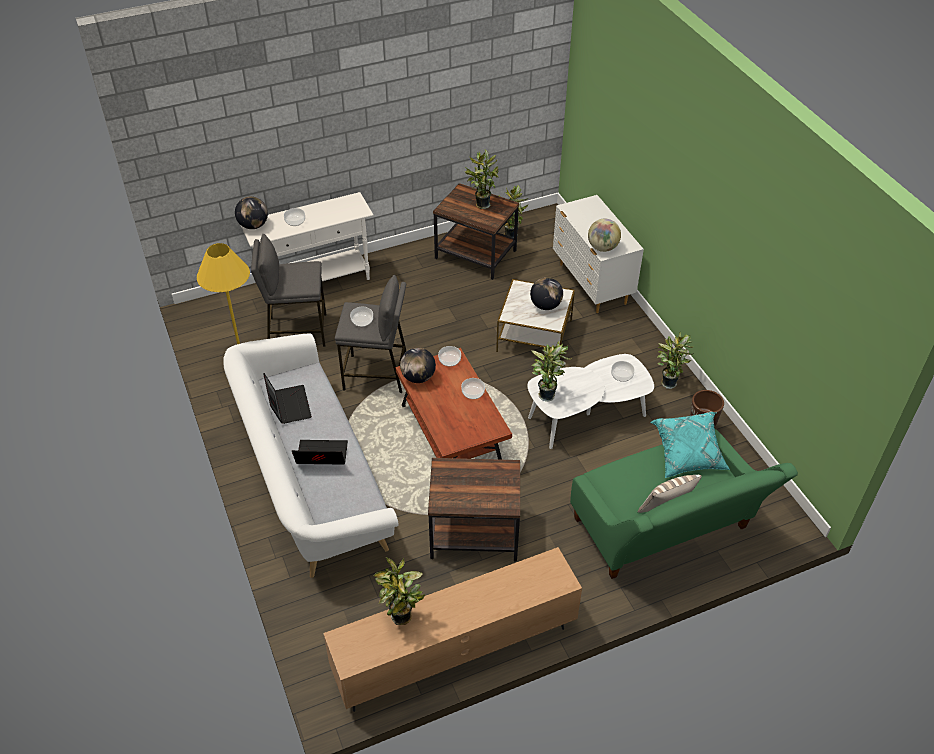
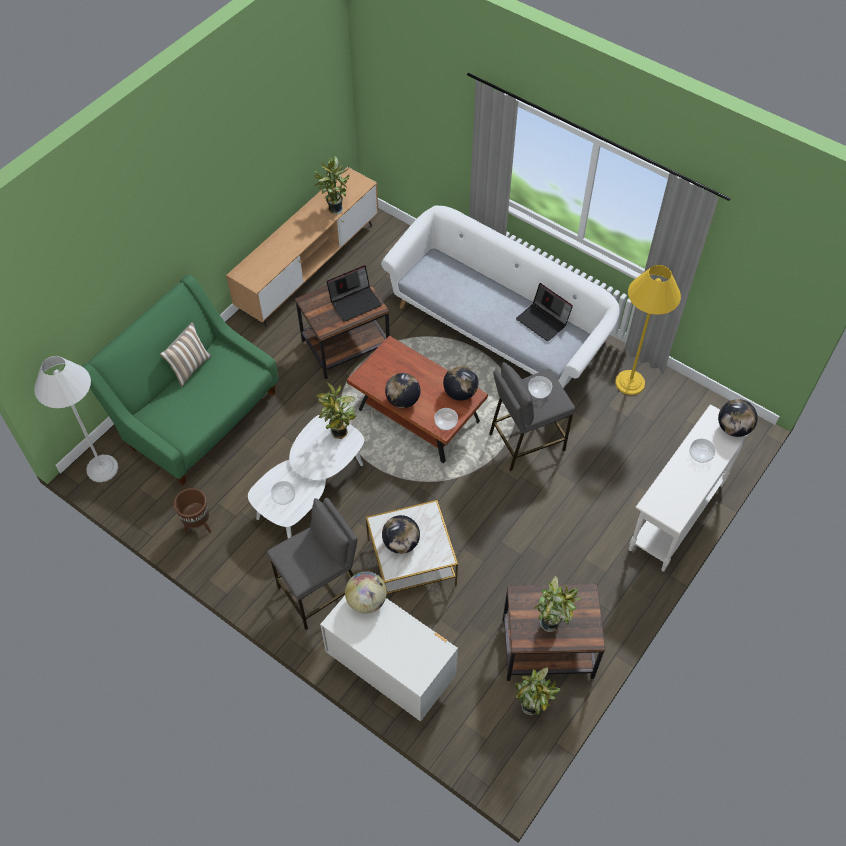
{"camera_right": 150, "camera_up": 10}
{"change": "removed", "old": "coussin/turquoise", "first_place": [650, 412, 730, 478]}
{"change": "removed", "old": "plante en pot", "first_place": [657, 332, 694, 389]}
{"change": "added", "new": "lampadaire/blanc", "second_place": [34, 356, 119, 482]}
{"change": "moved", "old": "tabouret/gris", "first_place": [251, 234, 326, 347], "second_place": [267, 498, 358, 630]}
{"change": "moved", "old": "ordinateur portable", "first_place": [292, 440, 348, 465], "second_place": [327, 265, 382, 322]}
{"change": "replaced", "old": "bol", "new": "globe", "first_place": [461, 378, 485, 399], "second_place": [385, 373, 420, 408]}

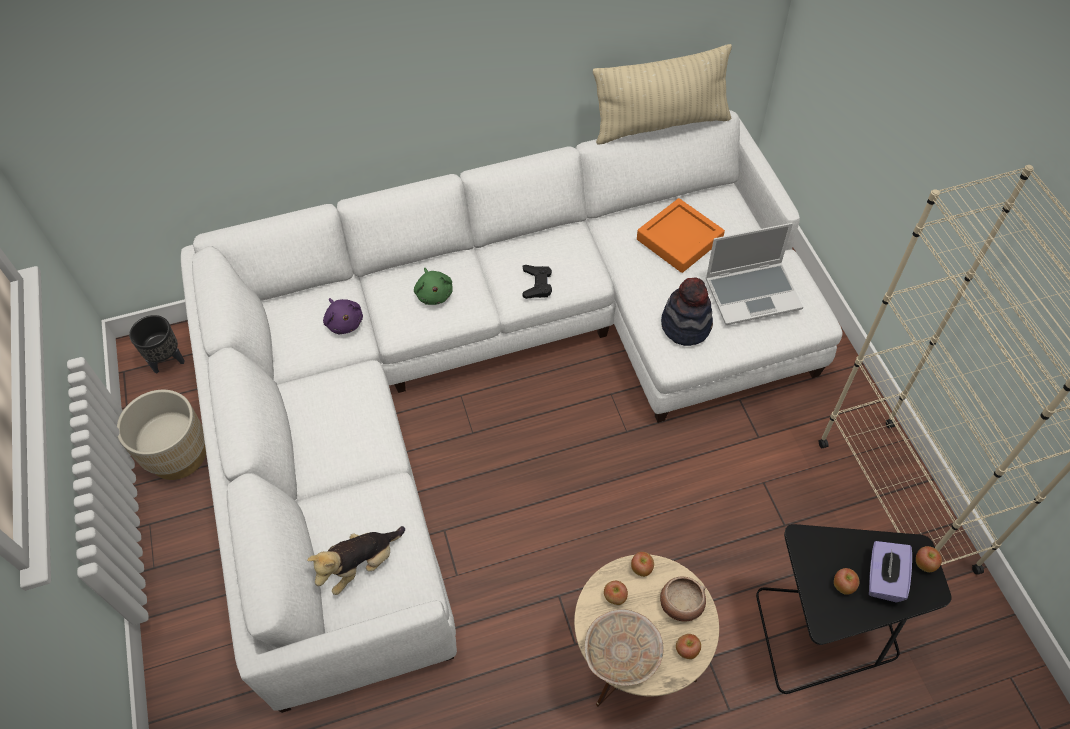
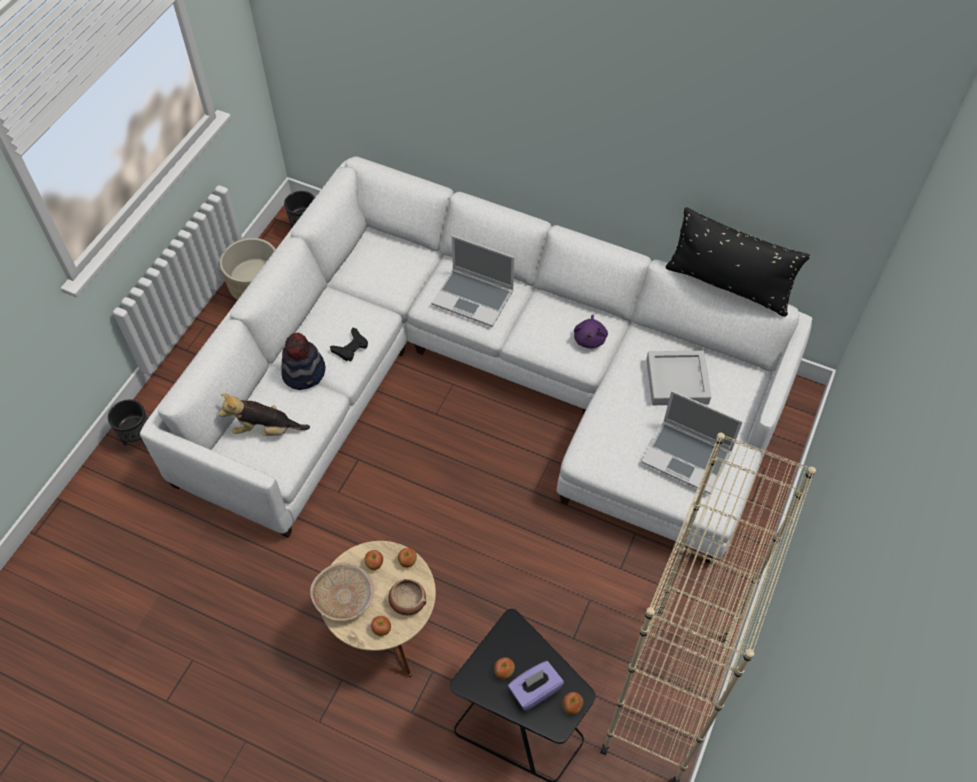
{"camera_right": 40, "camera_up": 0}
{"change": "added", "new": "cache-pot/noir", "second_place": [108, 400, 148, 448]}
{"change": "moved", "old": "peluche/violet", "first_place": [323, 298, 363, 334], "second_place": [574, 314, 608, 349]}
{"change": "moved", "old": "manette/noir", "first_place": [523, 265, 552, 299], "second_place": [330, 328, 368, 361]}
{"change": "moved", "old": "chapeau", "first_place": [661, 278, 713, 346], "second_place": [281, 333, 326, 390]}
{"change": "replaced", "old": "peluche/vert", "new": "ordinateur portable", "first_place": [414, 268, 453, 305], "second_place": [432, 235, 514, 327]}
{"change": "recoloured", "old": "coussin/beige", "new": "coussin/noir", "first_place": [593, 44, 732, 145], "second_place": [666, 207, 810, 317]}
{"change": "recoloured", "old": "plateau/orange", "new": "plateau/gris", "first_place": [637, 198, 725, 273], "second_place": [646, 351, 711, 405]}

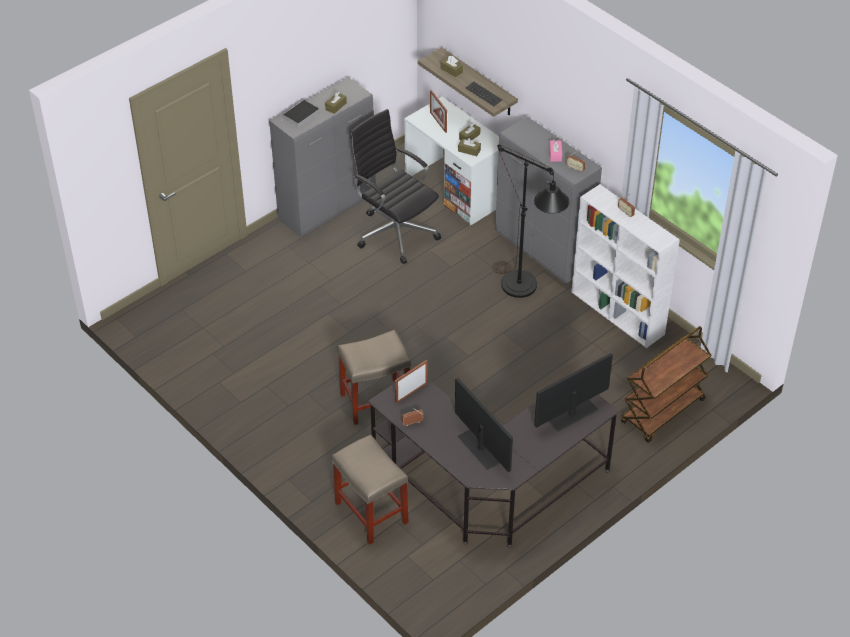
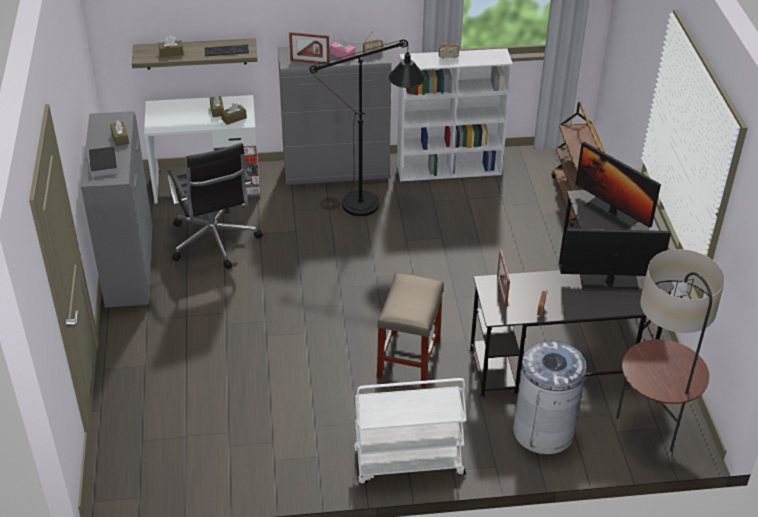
{"camera_right": -55, "camera_up": -5}
{"change": "added", "new": "chariot/blanc", "second_place": [354, 378, 467, 485]}
{"change": "added", "new": "lampadaire", "second_place": [616, 249, 725, 452]}
{"change": "moved", "old": "cadre photo", "first_place": [430, 90, 447, 133], "second_place": [289, 32, 330, 64]}
{"change": "replaced", "old": "tabouret/beige", "new": "poubelle/gris", "first_place": [332, 434, 408, 545], "second_place": [513, 341, 587, 454]}
{"change": "turned", "old": "chaise de bureau/noir", "first_place": [350, 109, 441, 264], "second_place": [167, 143, 263, 269], "degrees": -105}
{"change": "turned", "old": "écran d'ordinateur", "first_place": [534, 353, 613, 432], "second_place": [575, 142, 661, 230], "degrees": -45}

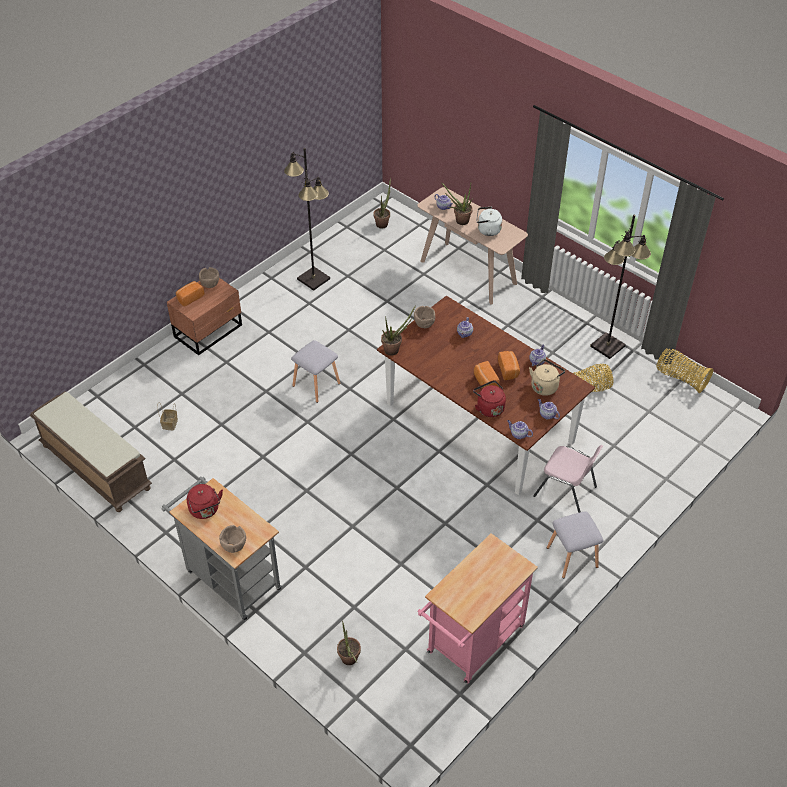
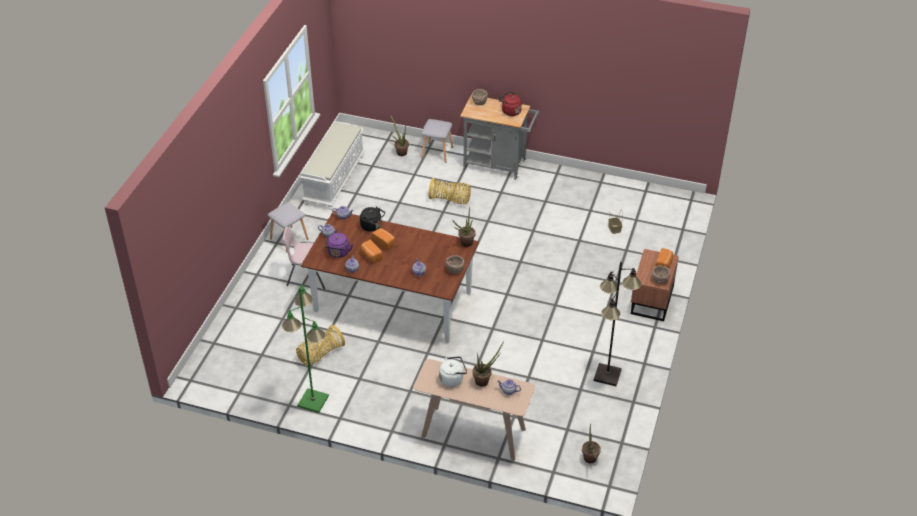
{"camera_right": 155, "camera_up": -5}
{"change": "removed", "old": "banc/marron", "first_place": [30, 391, 152, 512]}
{"change": "moved", "old": "tabouret/gris", "first_place": [291, 340, 340, 403], "second_place": [421, 119, 453, 162]}
{"change": "moved", "old": "panier", "first_place": [656, 348, 713, 393], "second_place": [428, 178, 471, 204]}
{"change": "replaced", "old": "chariot/rose", "new": "banc/blanc", "first_place": [418, 533, 538, 684], "second_place": [300, 121, 365, 210]}
{"change": "recoloured", "old": "bouilloire/rouge", "new": "bouilloire/noir", "first_place": [473, 380, 506, 417], "second_place": [360, 207, 385, 232]}
{"change": "recoloured", "old": "bouilloire/beige", "new": "bouilloire/violet", "first_place": [529, 359, 565, 396], "second_place": [324, 233, 353, 258]}
{"change": "recoloured", "old": "lampadaire/noir", "new": "lampadaire/vert", "first_place": [590, 215, 651, 359], "second_place": [282, 285, 329, 413]}

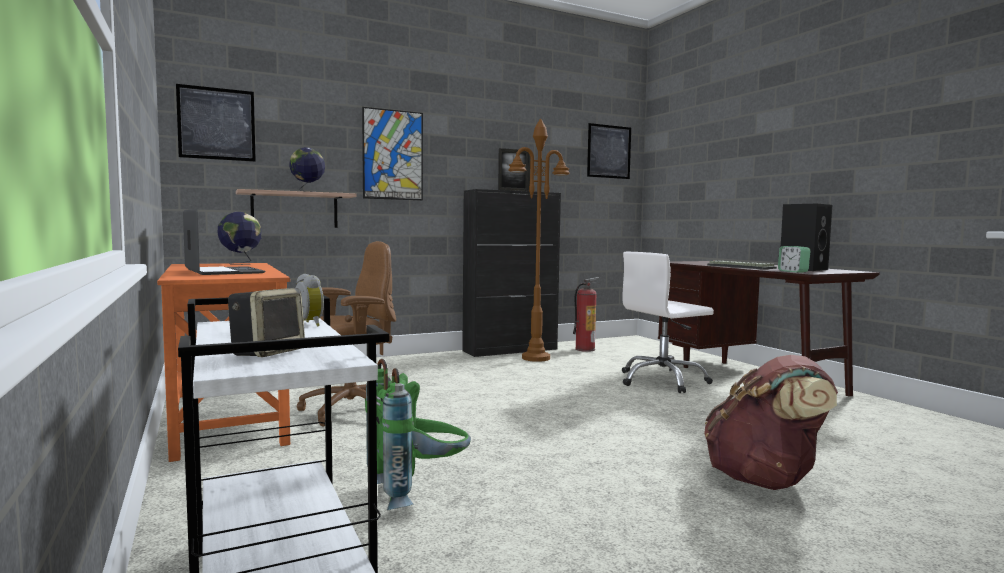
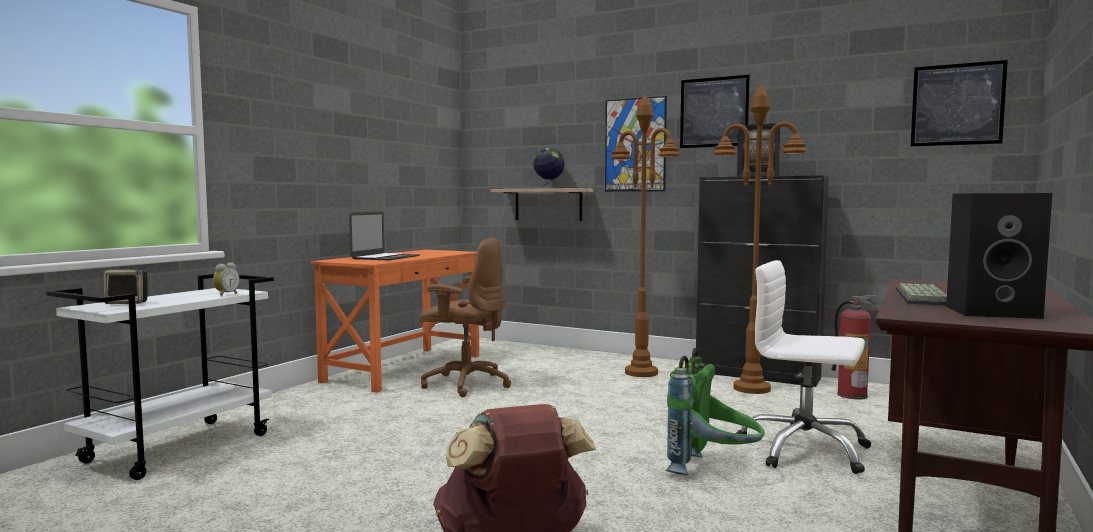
{"camera_right": 55, "camera_up": 0}
{"change": "removed", "old": "globe", "first_place": [218, 212, 262, 265]}
{"change": "removed", "old": "réveil", "first_place": [778, 246, 810, 273]}
{"change": "added", "new": "lampadaire/marron", "second_place": [611, 95, 680, 377]}
{"change": "moved", "old": "tableau", "first_place": [176, 84, 256, 162], "second_place": [680, 75, 750, 148]}
{"change": "moved", "old": "sac à dos/vert", "first_place": [365, 359, 471, 510], "second_place": [666, 348, 765, 475]}

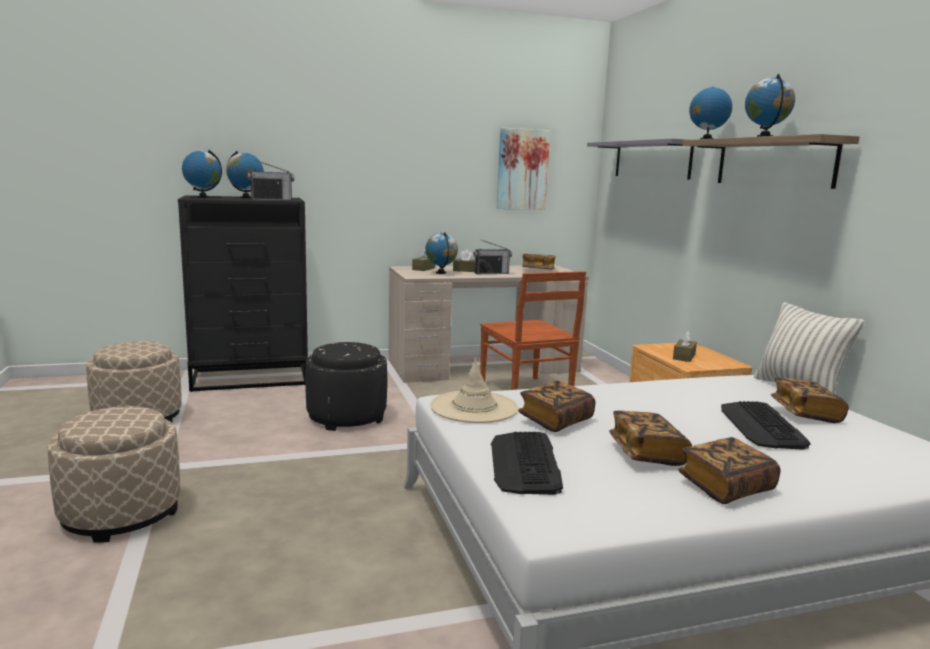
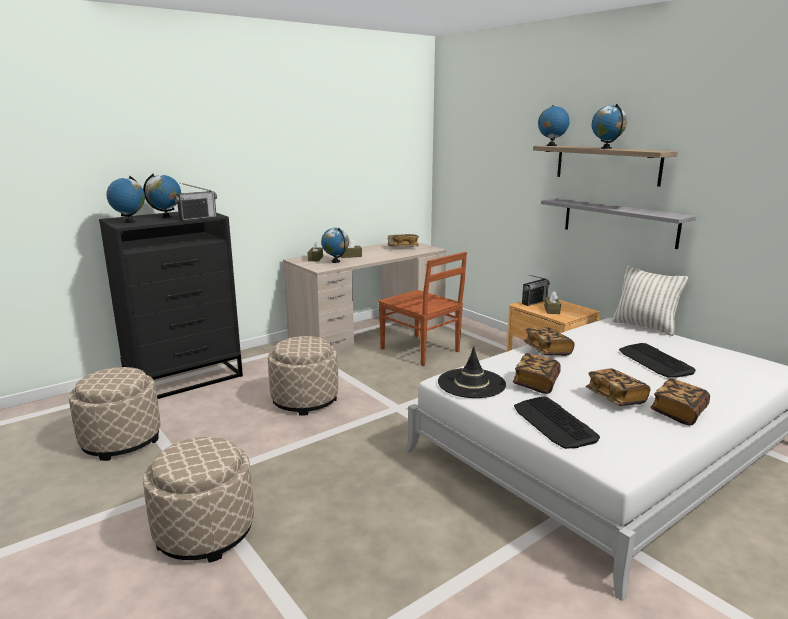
{"camera_right": -20, "camera_up": 5}
{"change": "removed", "old": "tableau", "first_place": [497, 128, 550, 210]}
{"change": "moved", "old": "radio", "first_place": [473, 239, 512, 274], "second_place": [522, 275, 550, 306]}
{"change": "moved", "old": "étagère/gris", "first_place": [587, 138, 694, 179], "second_place": [541, 198, 697, 249]}
{"change": "moved", "old": "livre", "first_place": [771, 378, 849, 423], "second_place": [524, 327, 575, 356]}
{"change": "recoloured", "old": "pouf/noir", "new": "pouf/beige", "first_place": [305, 342, 387, 431], "second_place": [268, 336, 338, 416]}
{"change": "recoloured", "old": "chapeau/beige", "new": "chapeau/noir", "first_place": [430, 356, 519, 423], "second_place": [438, 346, 506, 398]}

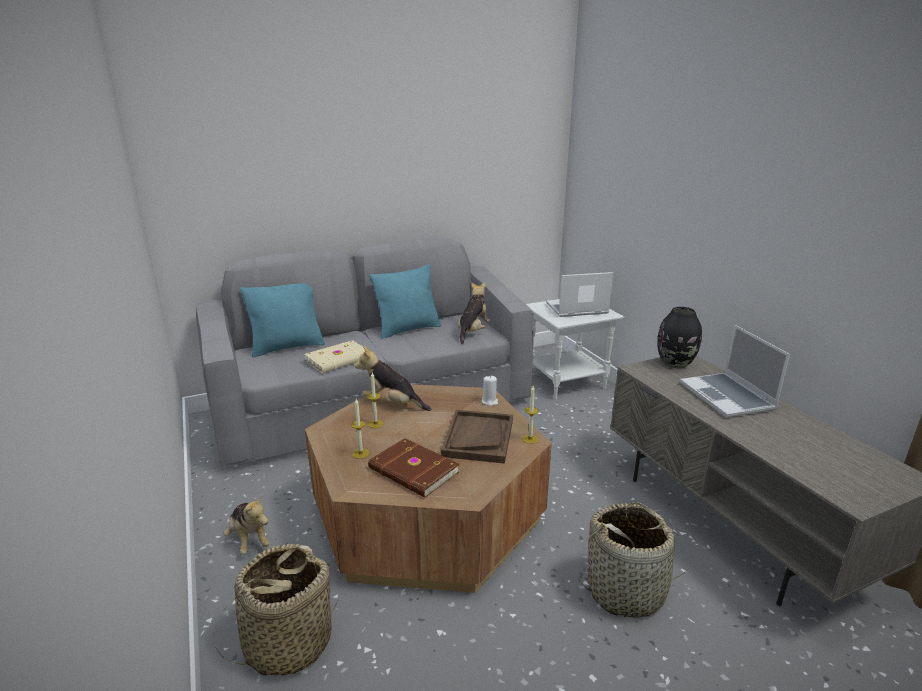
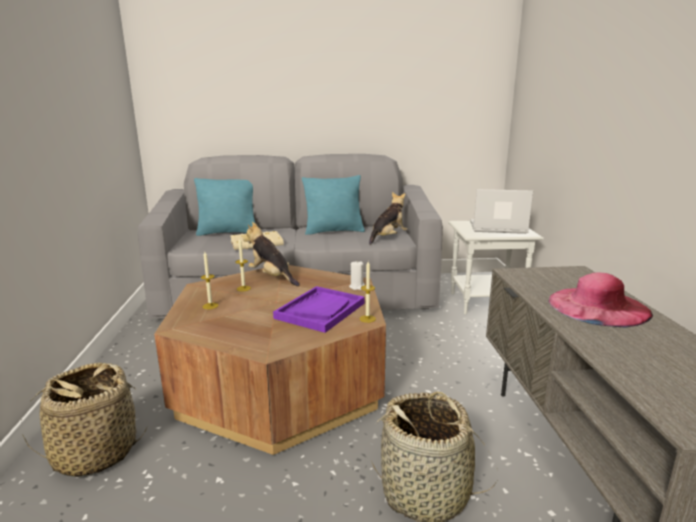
{"camera_right": 20, "camera_up": -5}
{"change": "removed", "old": "peluche", "first_place": [224, 495, 270, 554]}
{"change": "removed", "old": "livre/marron", "first_place": [368, 438, 460, 498]}
{"change": "removed", "old": "vase/noir", "first_place": [657, 307, 702, 369]}
{"change": "replaced", "old": "ordinateur portable", "new": "chapeau/rose", "first_place": [680, 325, 790, 418], "second_place": [549, 272, 653, 328]}
{"change": "recoloured", "old": "plateau/marron", "new": "plateau/violet", "first_place": [441, 410, 513, 464], "second_place": [273, 286, 365, 333]}

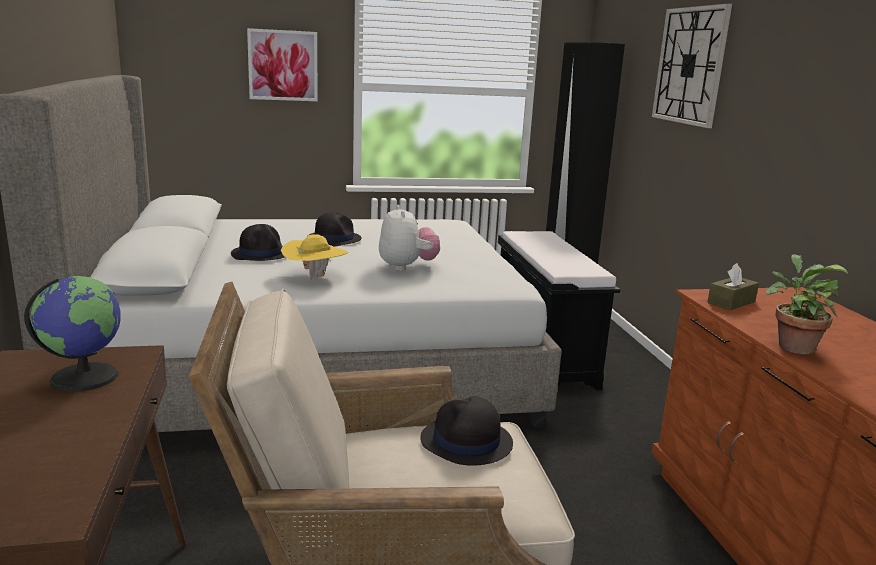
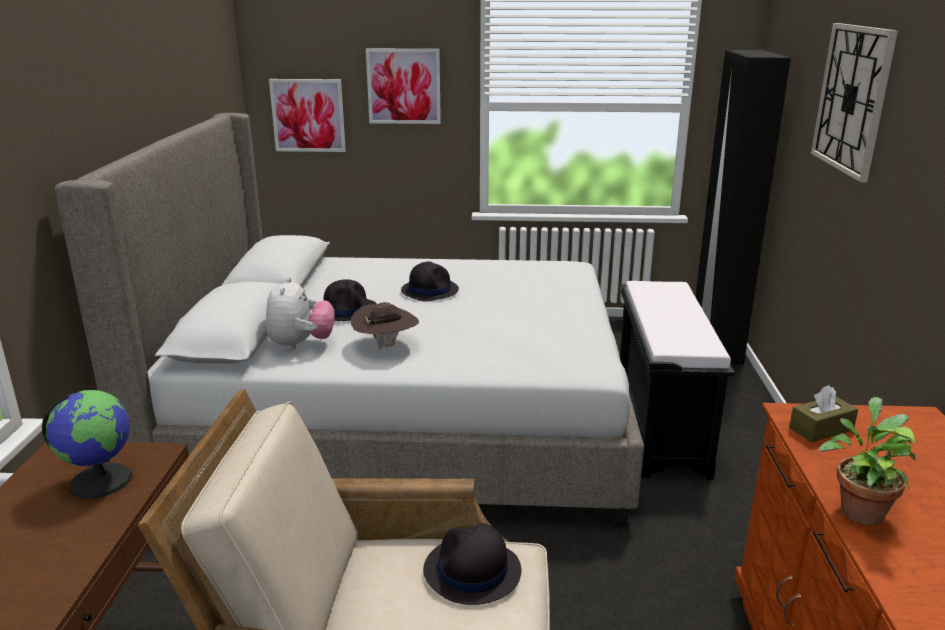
{"camera_right": 15, "camera_up": 5}
{"change": "added", "new": "tableau", "second_place": [269, 79, 346, 152]}
{"change": "moved", "old": "peluche", "first_place": [379, 205, 440, 271], "second_place": [266, 277, 335, 350]}
{"change": "recoloured", "old": "chapeau/jaune", "new": "chapeau/marron", "first_place": [281, 234, 349, 280], "second_place": [351, 302, 419, 350]}

